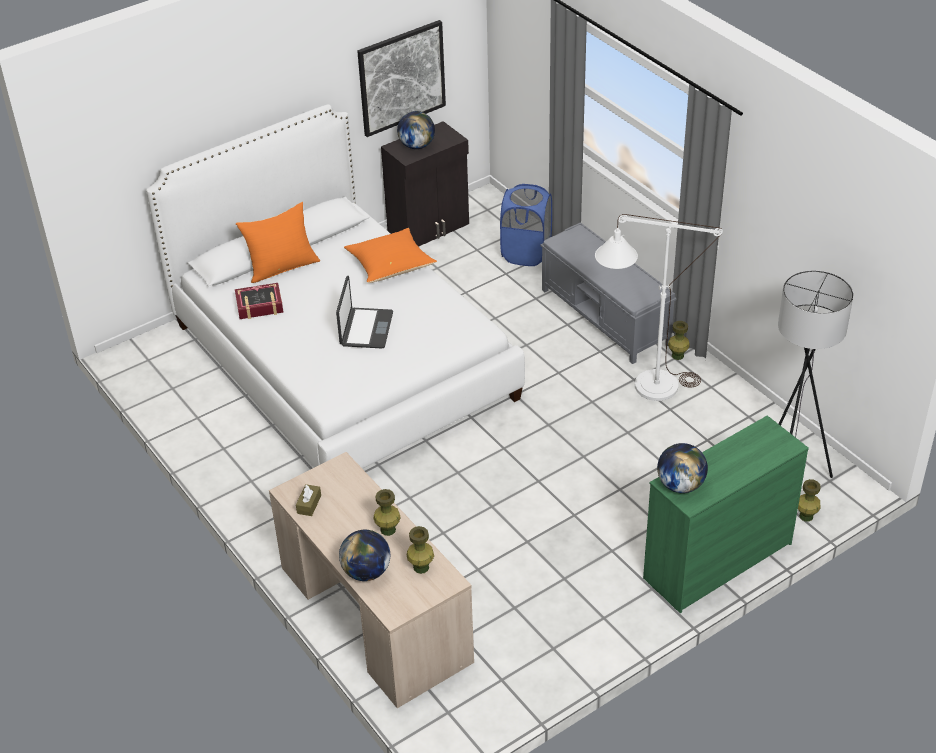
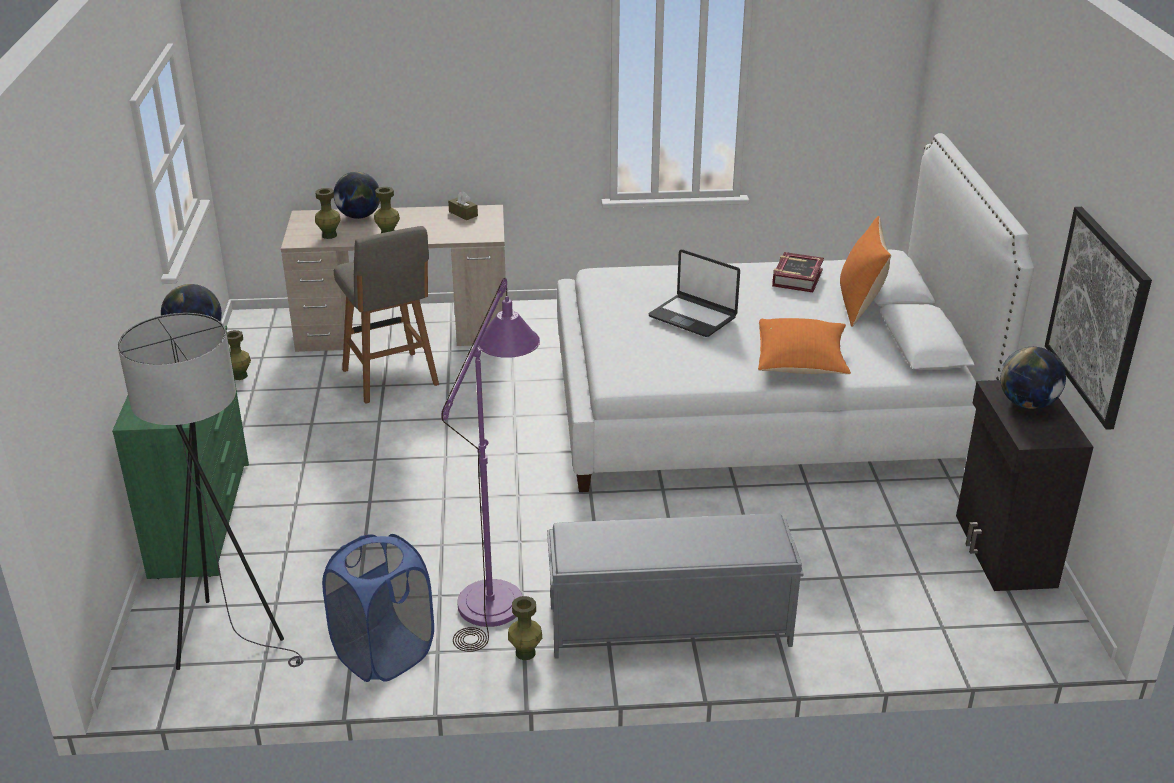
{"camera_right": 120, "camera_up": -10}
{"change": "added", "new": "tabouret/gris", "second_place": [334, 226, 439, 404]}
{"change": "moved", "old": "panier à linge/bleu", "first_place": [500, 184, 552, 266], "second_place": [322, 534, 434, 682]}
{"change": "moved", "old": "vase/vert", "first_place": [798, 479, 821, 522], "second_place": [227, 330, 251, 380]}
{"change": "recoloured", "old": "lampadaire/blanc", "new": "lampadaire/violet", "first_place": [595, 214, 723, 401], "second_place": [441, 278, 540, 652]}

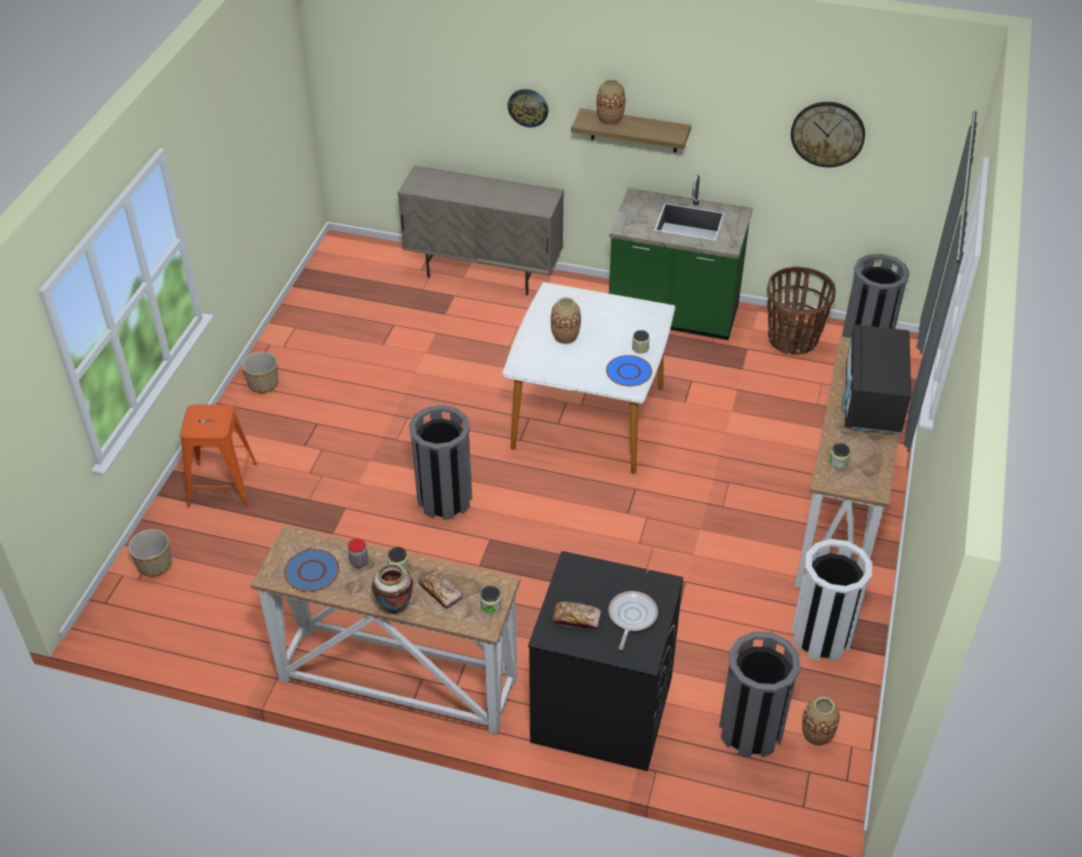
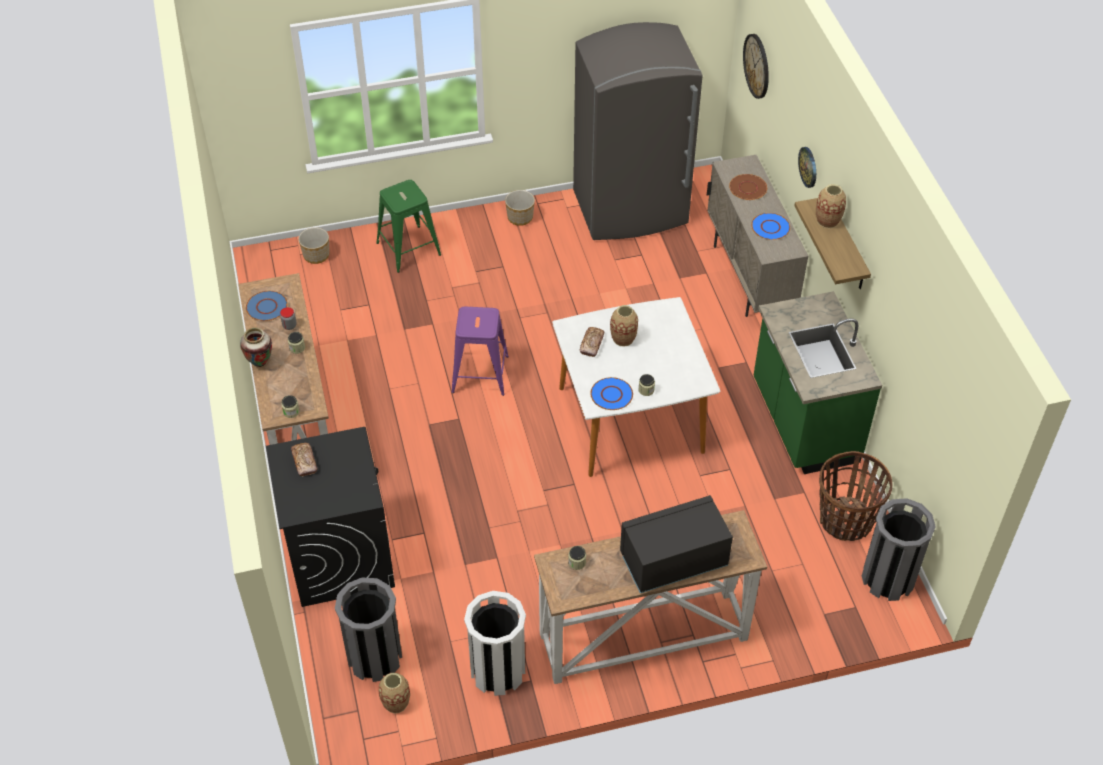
{"camera_right": 60, "camera_up": 5}
{"change": "removed", "old": "poêle", "first_place": [608, 591, 658, 650]}
{"change": "added", "new": "réfrigérateur/gris", "second_place": [573, 22, 703, 240]}
{"change": "added", "new": "assiette/marron", "second_place": [729, 174, 767, 200]}
{"change": "added", "new": "assiette/bleu", "second_place": [751, 213, 790, 240]}
{"change": "moved", "old": "pain", "first_place": [418, 570, 463, 608], "second_place": [580, 327, 604, 357]}
{"change": "moved", "old": "horloge murale", "first_place": [791, 102, 865, 167], "second_place": [743, 34, 769, 99]}
{"change": "replaced", "old": "poubelle/gris", "new": "tabouret/violet", "first_place": [409, 405, 472, 520], "second_place": [452, 307, 509, 396]}
{"change": "recoloured", "old": "tabouret/orange", "new": "tabouret/vert", "first_place": [180, 404, 257, 507], "second_place": [376, 180, 441, 273]}

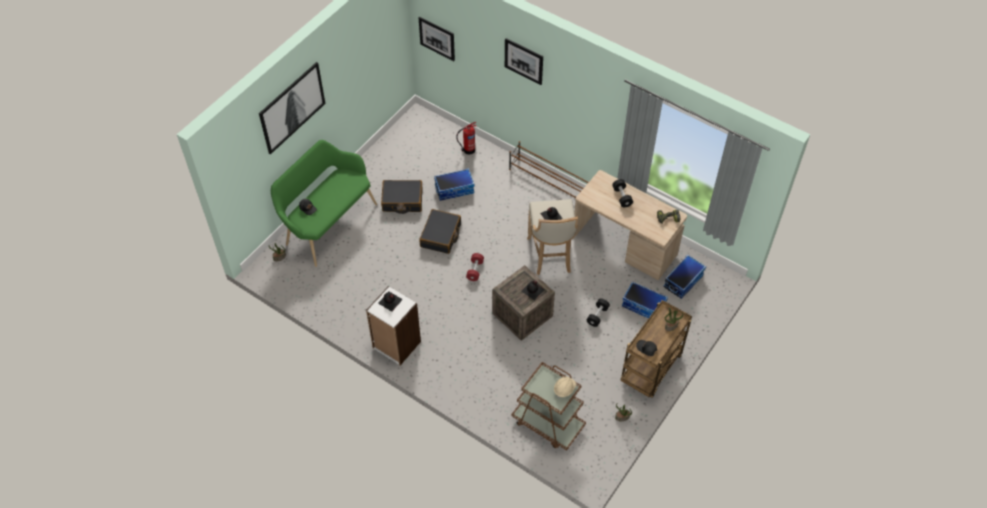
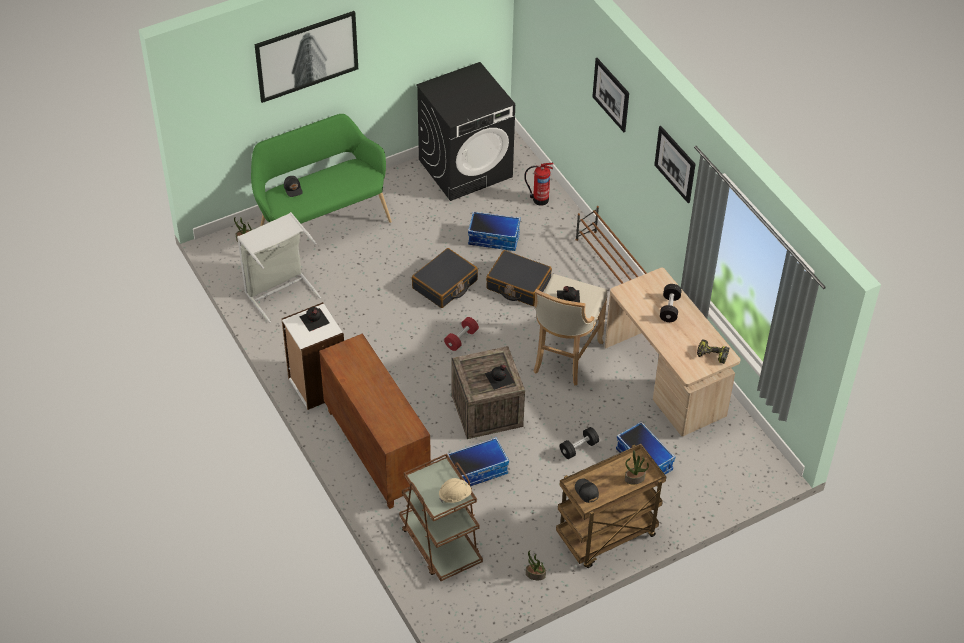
{"camera_right": 25, "camera_up": -5}
{"change": "added", "new": "panier à linge/gris", "second_place": [237, 212, 321, 323]}
{"change": "added", "new": "meuble de rangement/marron", "second_place": [319, 333, 431, 509]}
{"change": "added", "new": "lave-linge/noir", "second_place": [416, 62, 515, 201]}
{"change": "moved", "old": "valise/noir", "first_place": [381, 180, 423, 214], "second_place": [486, 250, 552, 306]}
{"change": "moved", "old": "tableau", "first_place": [418, 16, 455, 61], "second_place": [654, 126, 695, 203]}
{"change": "moved", "old": "boîte de rangement", "first_place": [664, 255, 706, 299], "second_place": [447, 437, 509, 486]}

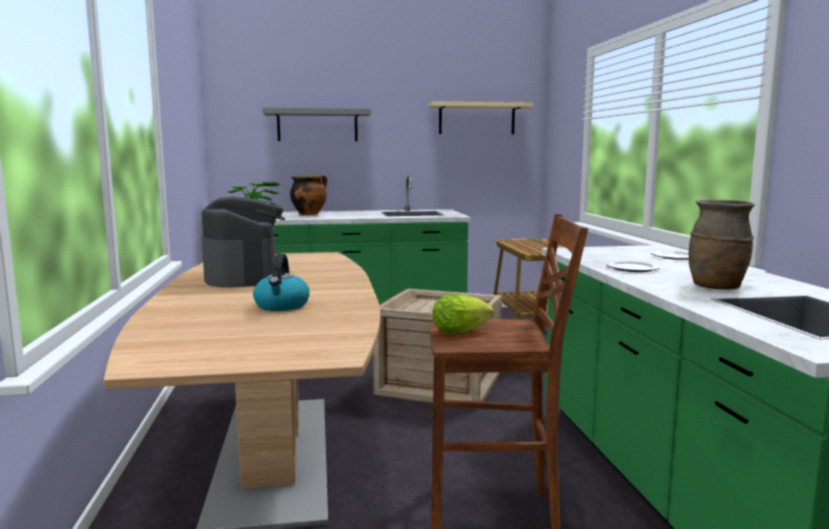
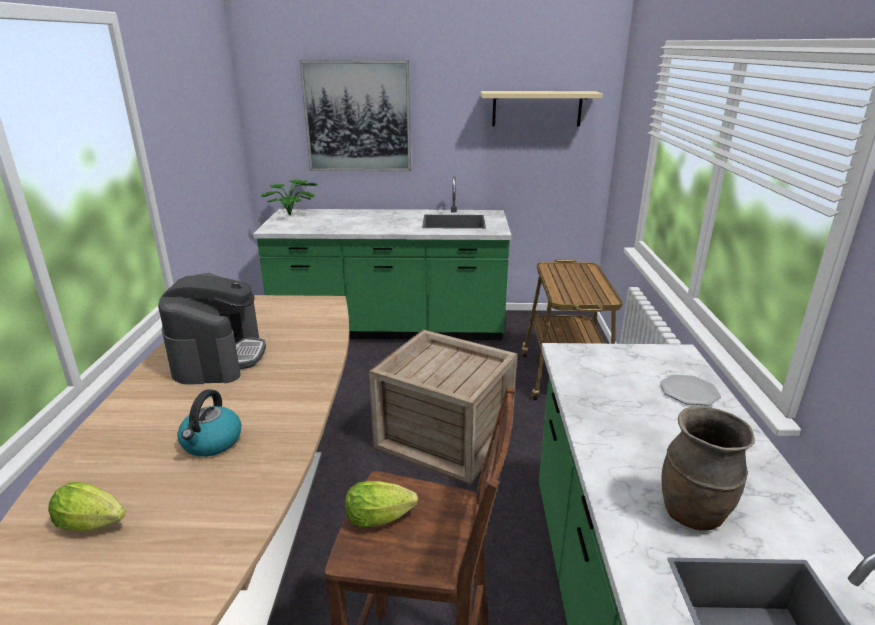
{"camera_right": 10, "camera_up": 15}
{"change": "removed", "old": "marmite", "first_place": [290, 174, 327, 215]}
{"change": "removed", "old": "assiette", "first_place": [605, 261, 660, 272]}
{"change": "added", "new": "laitue", "second_place": [48, 482, 126, 532]}
{"change": "replaced", "old": "étagère/gris", "new": "tableau", "first_place": [262, 107, 371, 141], "second_place": [300, 60, 411, 171]}

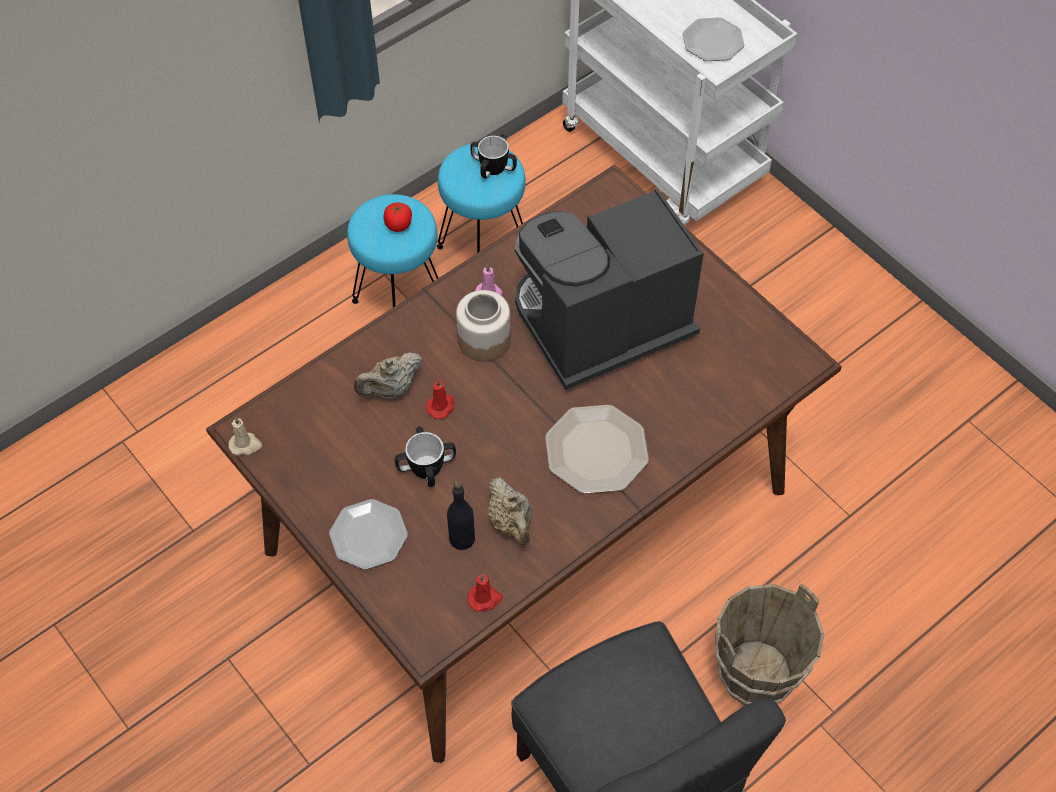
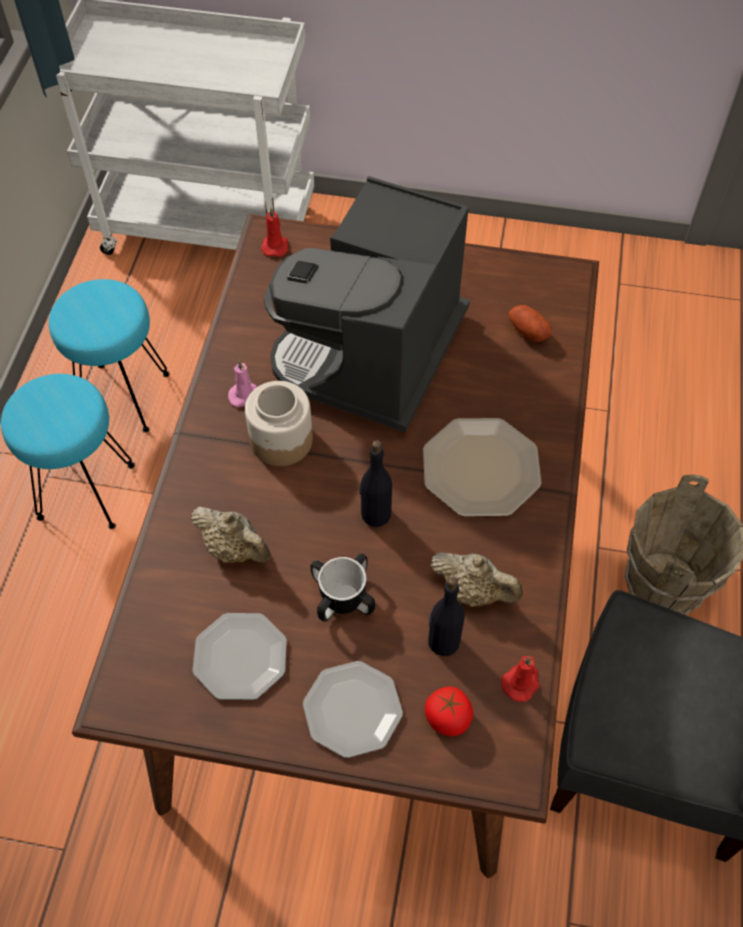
{"camera_right": -40, "camera_up": 0}
{"change": "removed", "old": "bougie/beige", "first_place": [228, 417, 262, 455]}
{"change": "removed", "old": "mug", "first_place": [470, 134, 517, 178]}
{"change": "added", "new": "bouteille/noir", "second_place": [360, 440, 392, 527]}
{"change": "added", "new": "pomme de terre", "second_place": [509, 305, 551, 342]}
{"change": "moved", "old": "tomate", "first_place": [384, 203, 412, 232], "second_place": [425, 686, 473, 736]}
{"change": "moved", "old": "bougie/rouge", "first_place": [426, 379, 455, 419], "second_place": [261, 207, 288, 256]}
{"change": "moved", "old": "assiette", "first_place": [683, 17, 744, 61], "second_place": [193, 613, 287, 700]}
{"change": "turned", "old": "théière/beige", "first_place": [354, 352, 422, 398], "second_place": [191, 507, 271, 563], "degrees": -75}

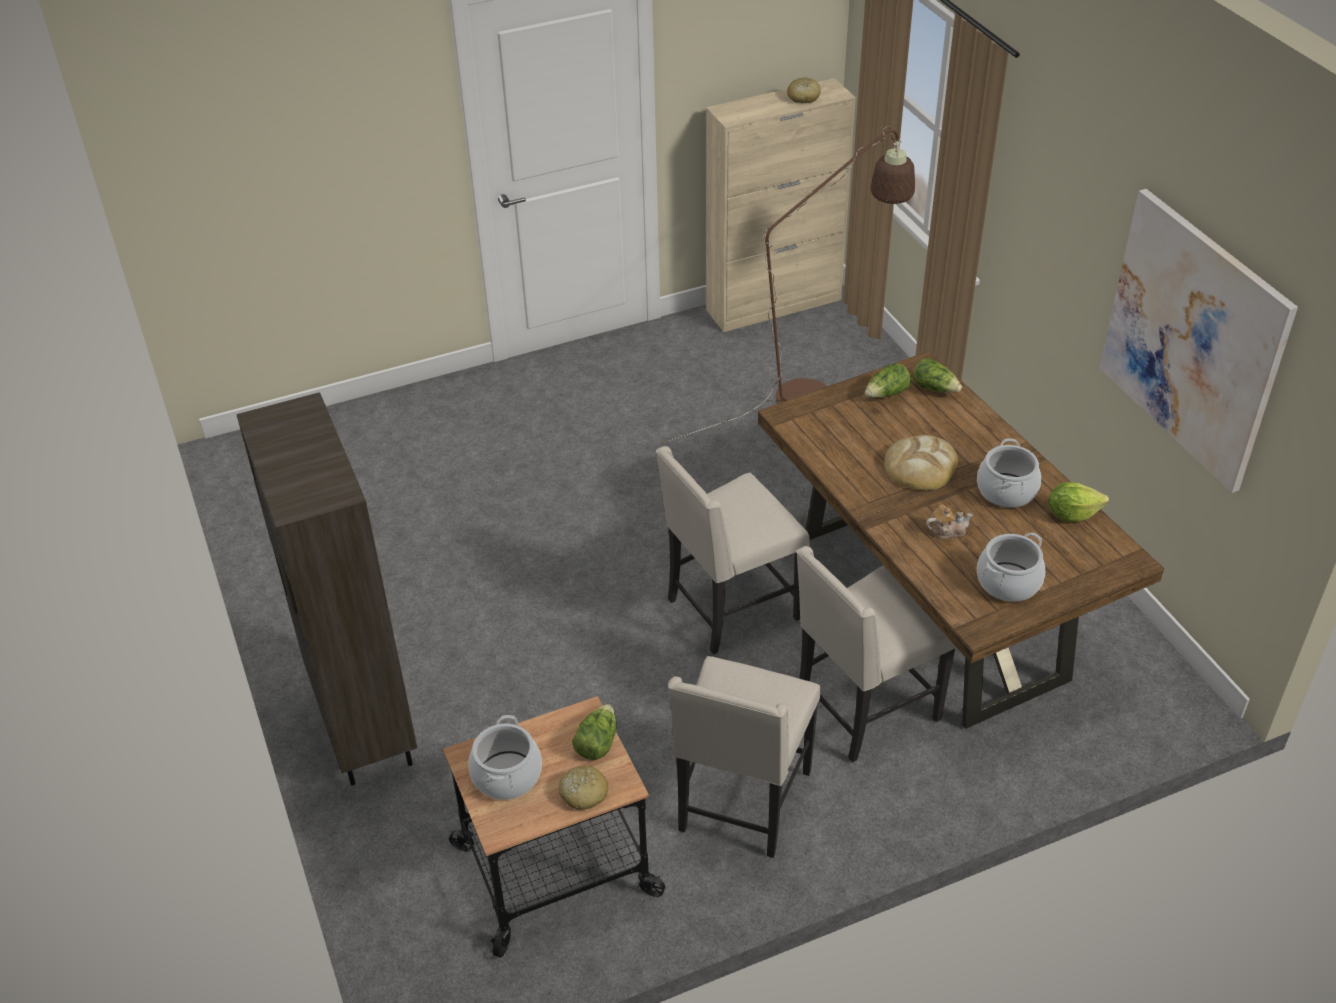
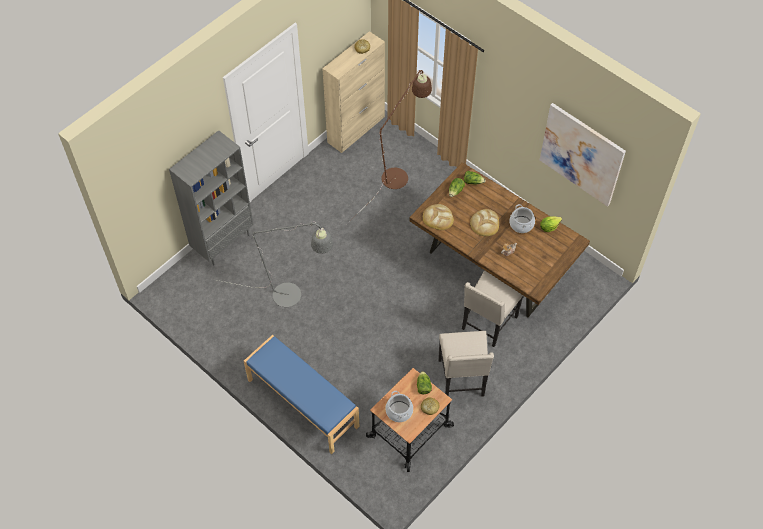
{"camera_right": -25, "camera_up": 15}
{"change": "removed", "old": "chaise/beige", "first_place": [656, 446, 810, 655]}
{"change": "removed", "old": "marmite", "first_place": [977, 532, 1045, 602]}
{"change": "added", "new": "bibliothèque/gris", "second_place": [169, 130, 254, 265]}
{"change": "added", "new": "lampadaire/gris", "second_place": [212, 222, 333, 307]}
{"change": "added", "new": "pain", "second_place": [423, 204, 454, 230]}
{"change": "replaced", "old": "bibliothèque/marron", "new": "banc/bleu", "first_place": [236, 392, 417, 786], "second_place": [244, 335, 359, 454]}

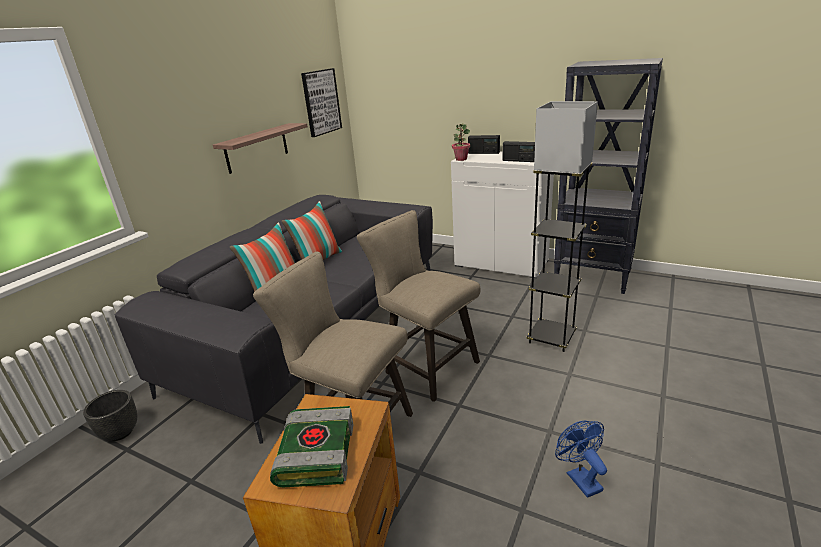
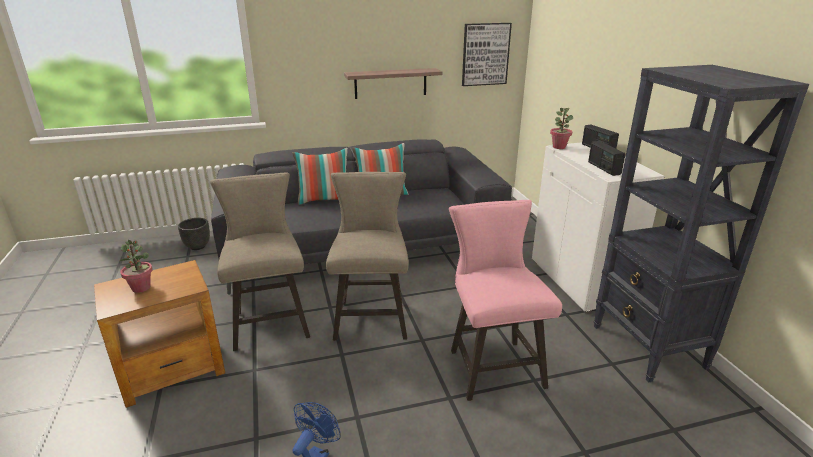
{"camera_right": 45, "camera_up": 0}
{"change": "replaced", "old": "livre", "new": "plante en pot", "first_place": [270, 406, 353, 487], "second_place": [119, 240, 153, 293]}
{"change": "replaced", "old": "lampadaire/noir", "new": "tabouret/rose", "first_place": [527, 101, 598, 352], "second_place": [449, 200, 562, 401]}

